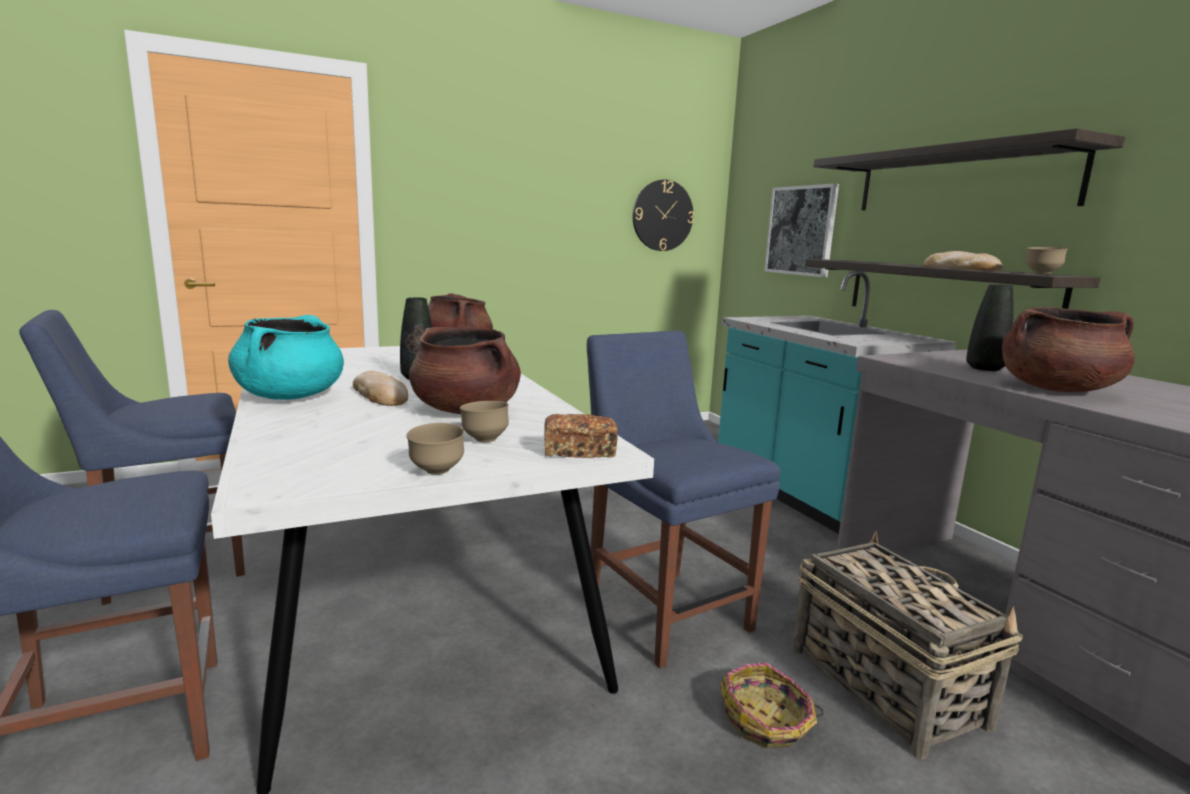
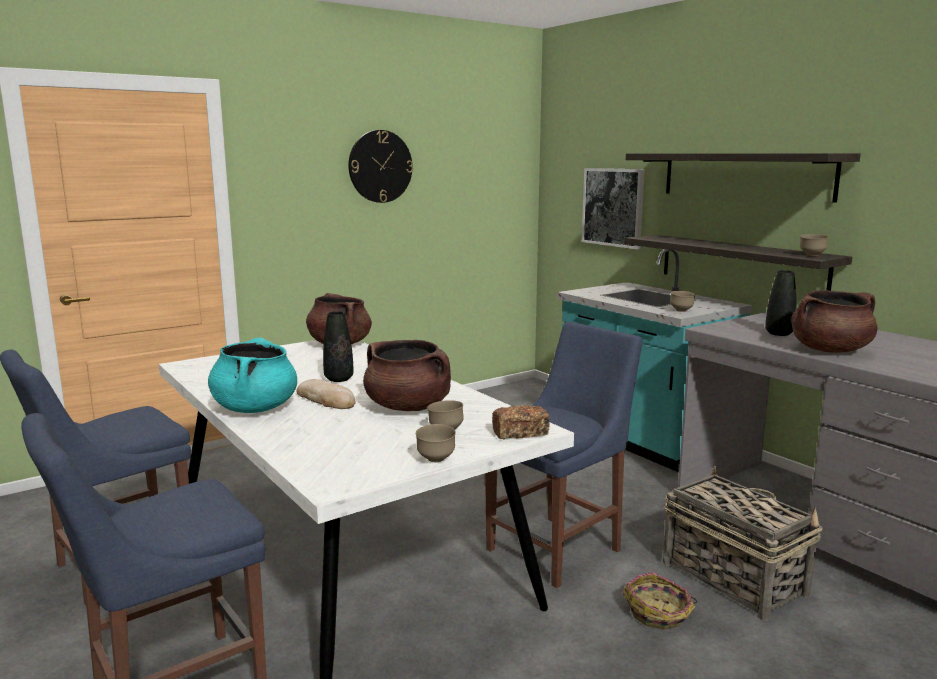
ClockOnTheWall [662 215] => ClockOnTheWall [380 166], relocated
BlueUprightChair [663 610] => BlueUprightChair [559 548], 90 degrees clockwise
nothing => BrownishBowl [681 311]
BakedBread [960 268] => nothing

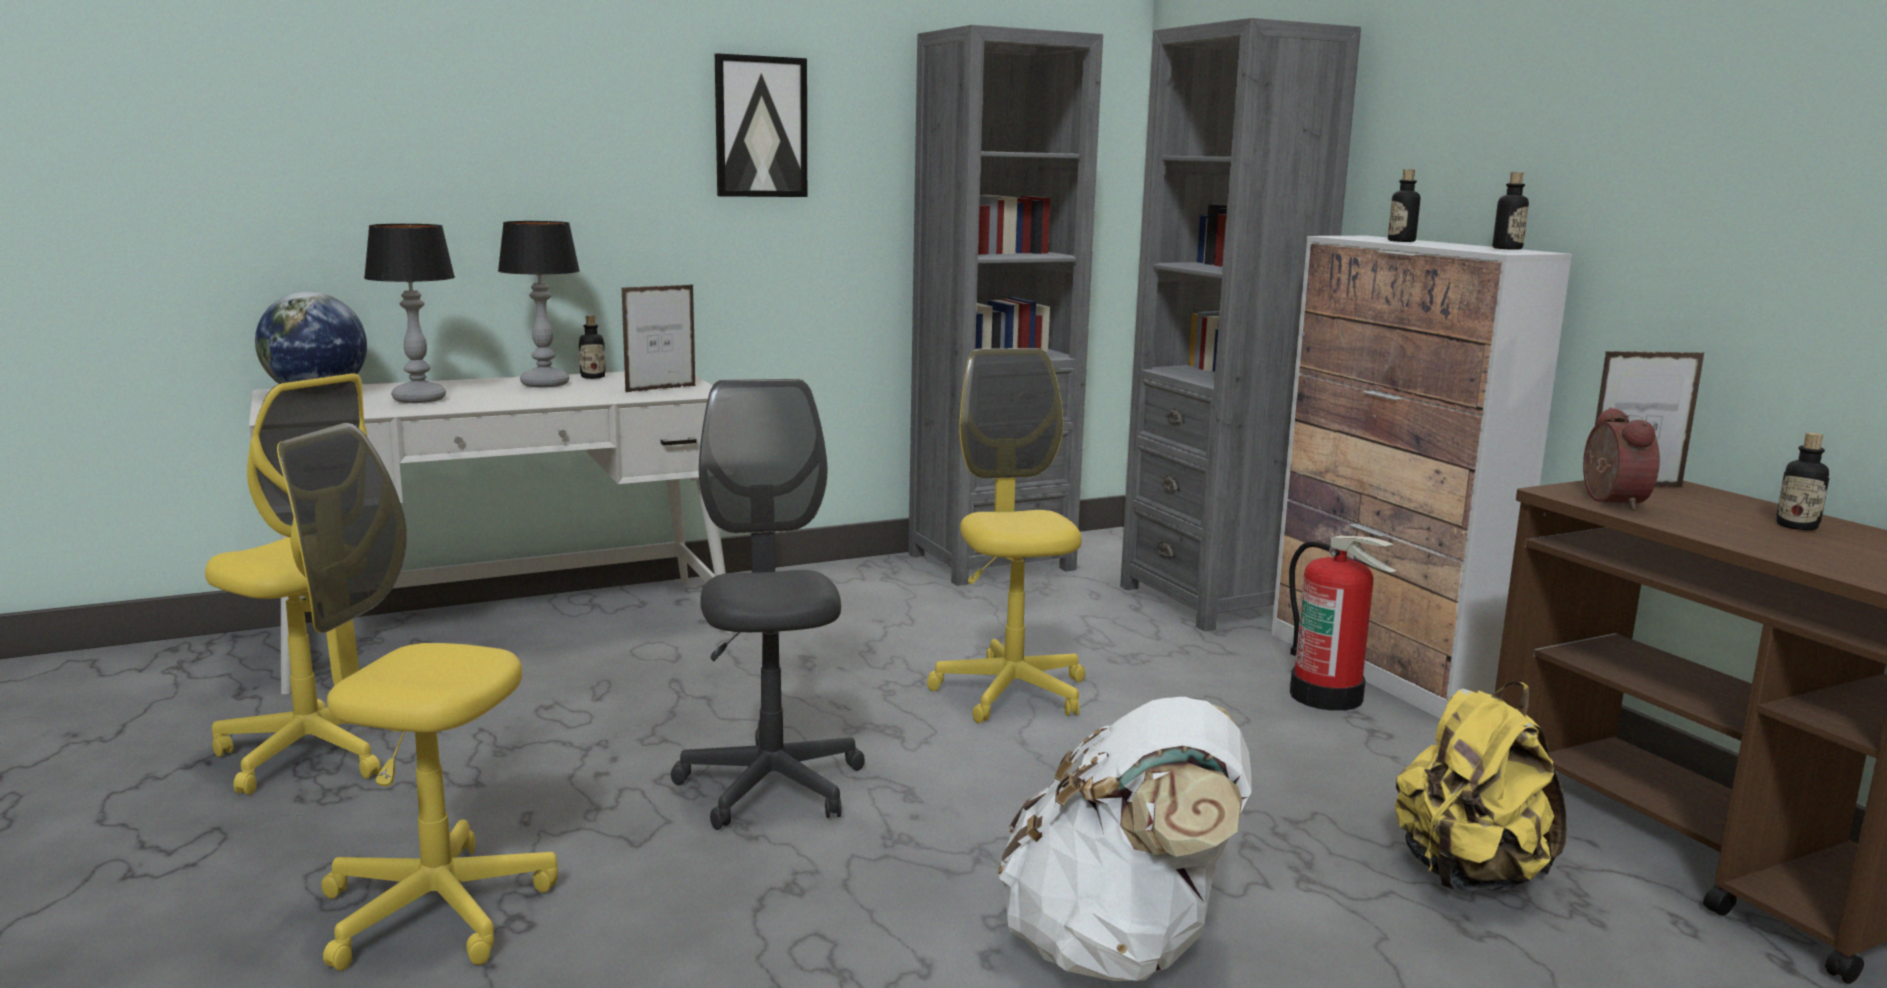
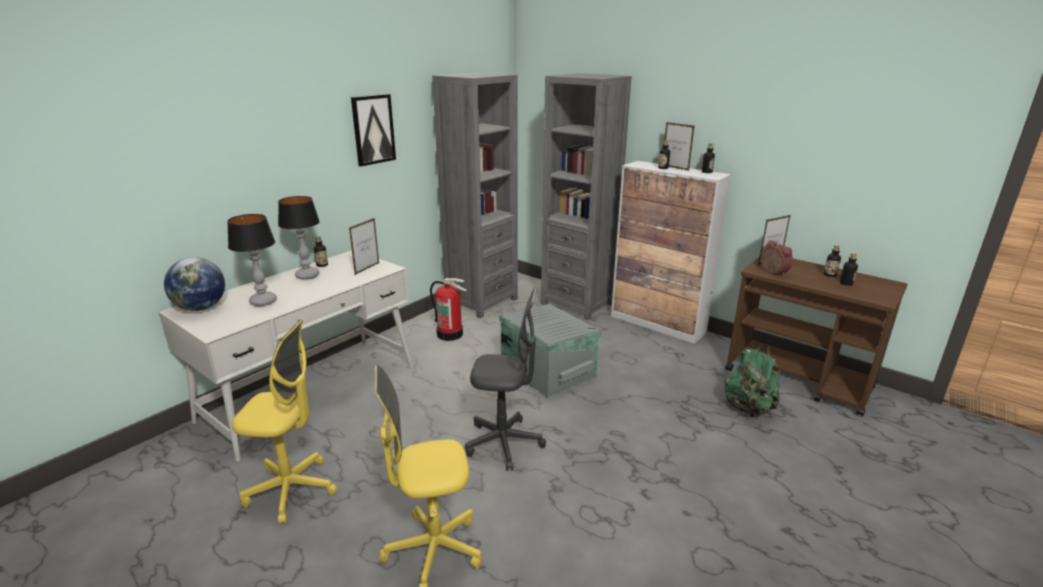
FireFightingCylinder [1327 696] => FireFightingCylinder [450 334], relocated
GreyishComputerChair [771 786] => GreyishComputerChair [504 443], 135 degrees clockwise
YellowishComputerChair [1011 693] => GreyishStorageContainer [548 369]
nothing => PhotoFrame [675 168]
YellowishBackpack [1469 876] => GreenishBackpack [748 408]
nothing => Bottle [846 283]
WhiteBackpack [1120 948] => nothing

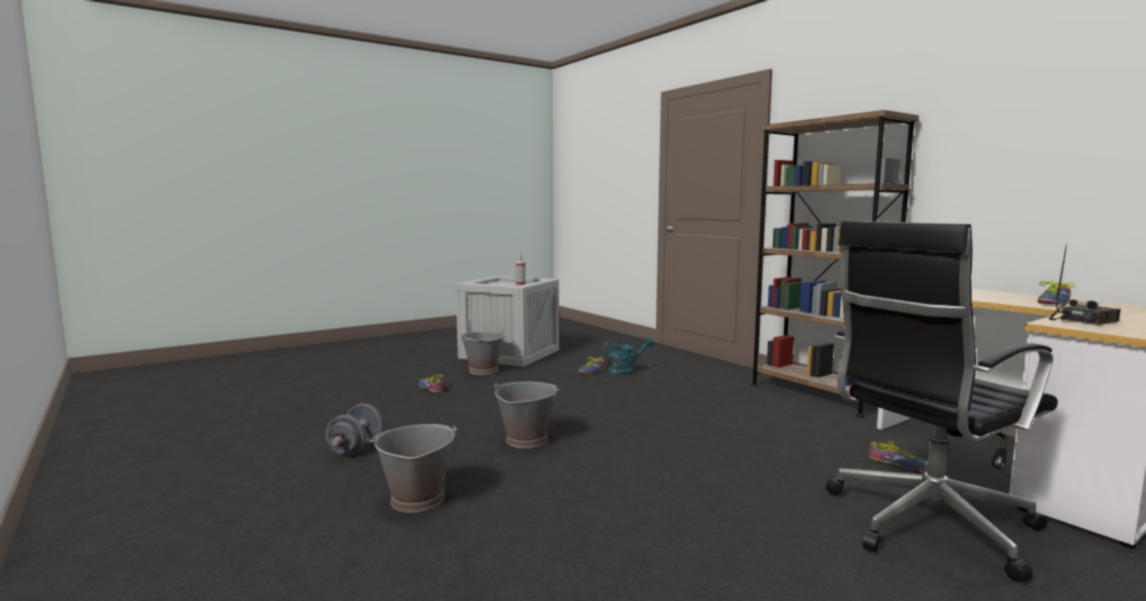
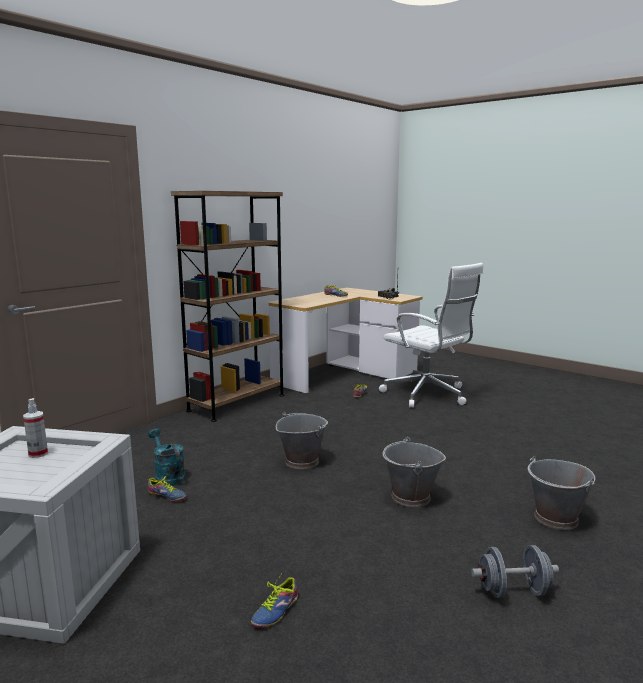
GreyishPail [484 371] => GreyishPail [301 461], relocated
BlackComputerChair [925 525] => WhiteComputerChair [427 395]

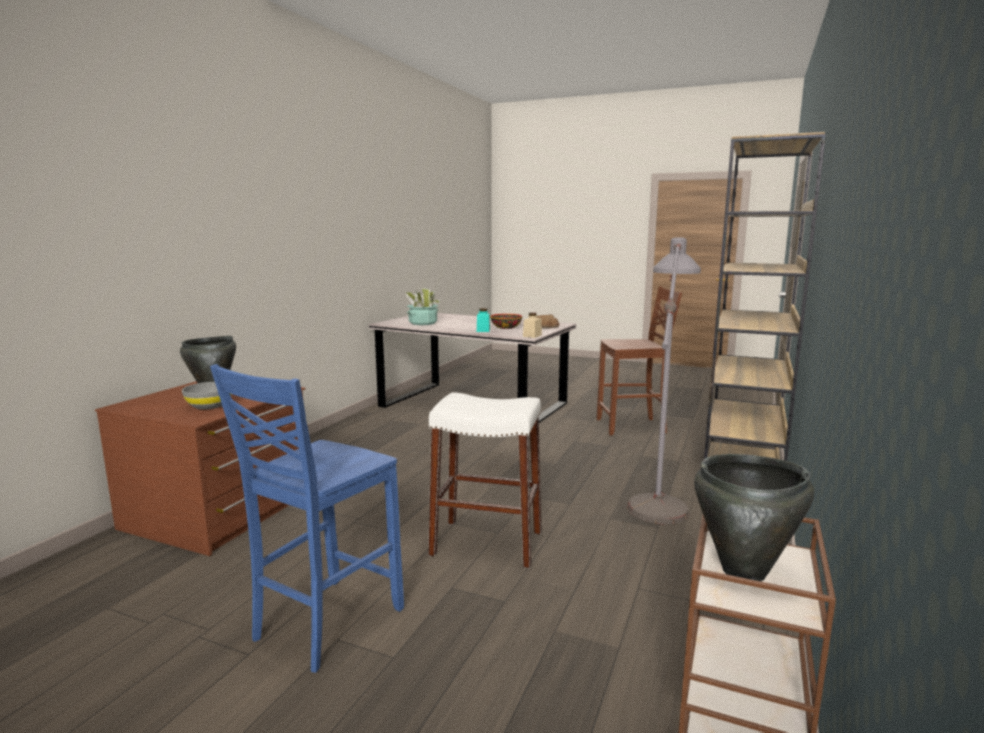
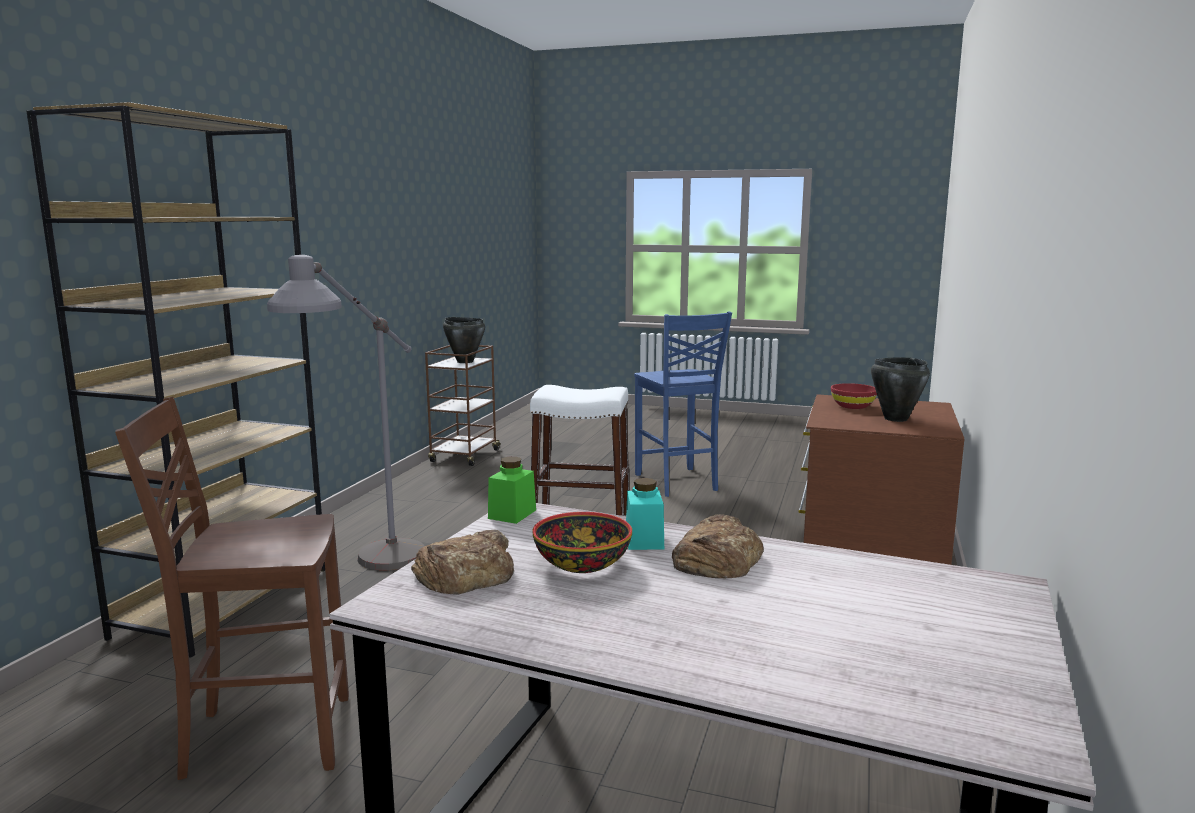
BeigeColouredStorageJar [532 336] => GreenishStorageJar [512 514]
BlueUprightChair [324 624] => BlueUprightChair [677 483], 135 degrees clockwise
nothing => BakedBread [716 559]
GreyishBowl [209 406] => ReddishBowl [853 406]
PottedPlant [423 323] => nothing

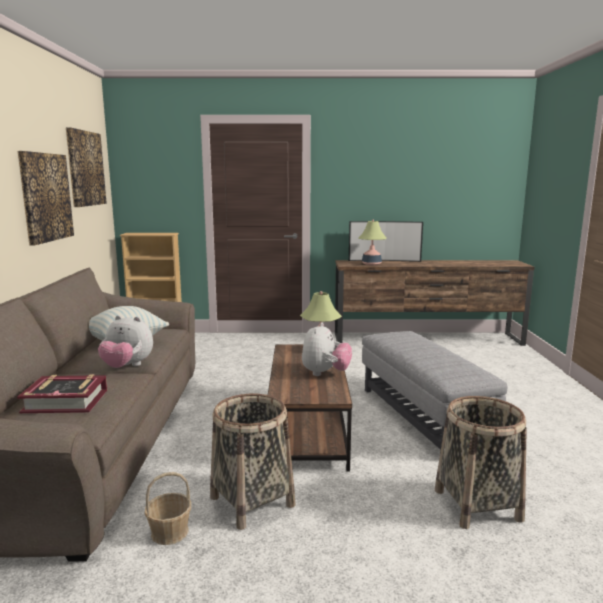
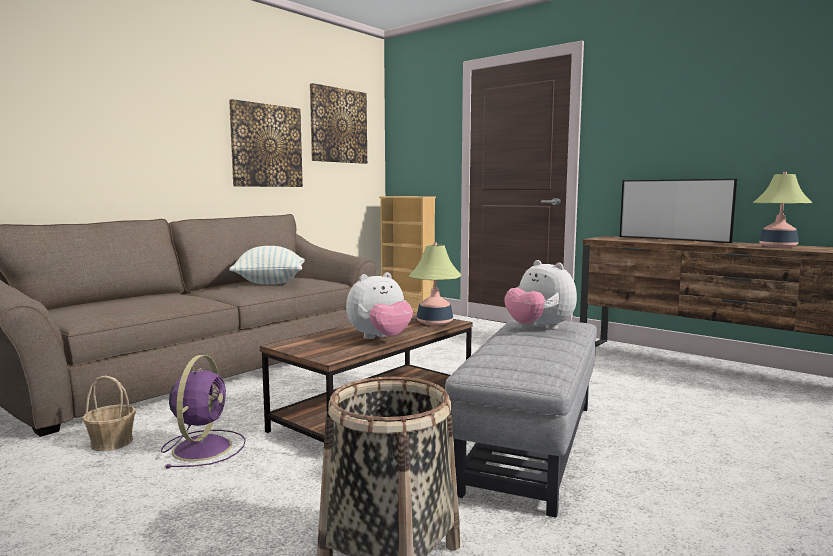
StorageBasket [252 501] => PurpleFan [203 447]
CuddlyToy [127 367] => CuddlyToy [539 328], relocated
TableLamp [371 264] => TableLamp [778 246], relocated
BoundBook [66 401] => nothing

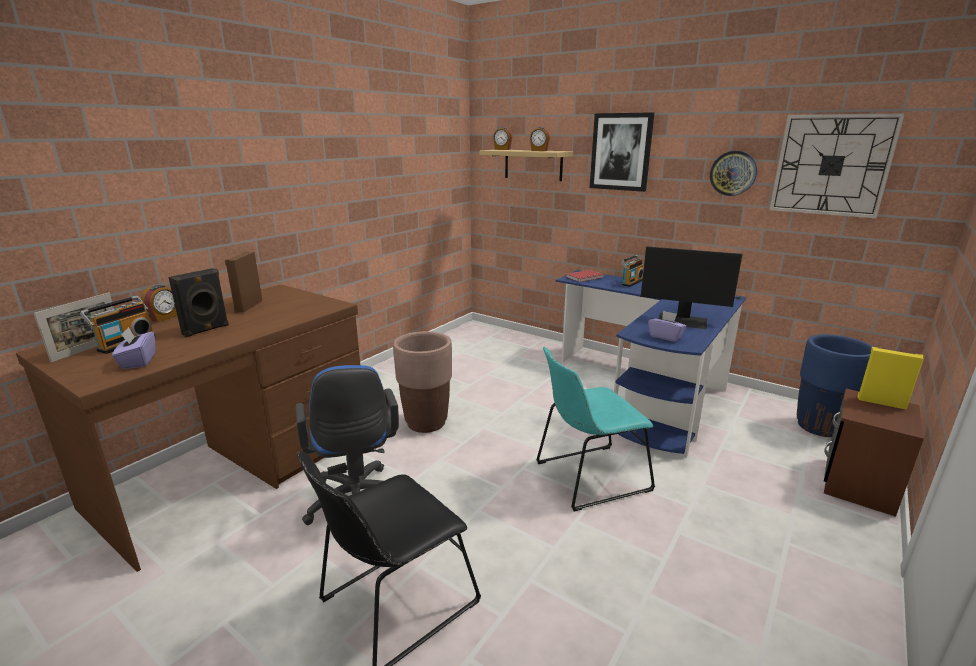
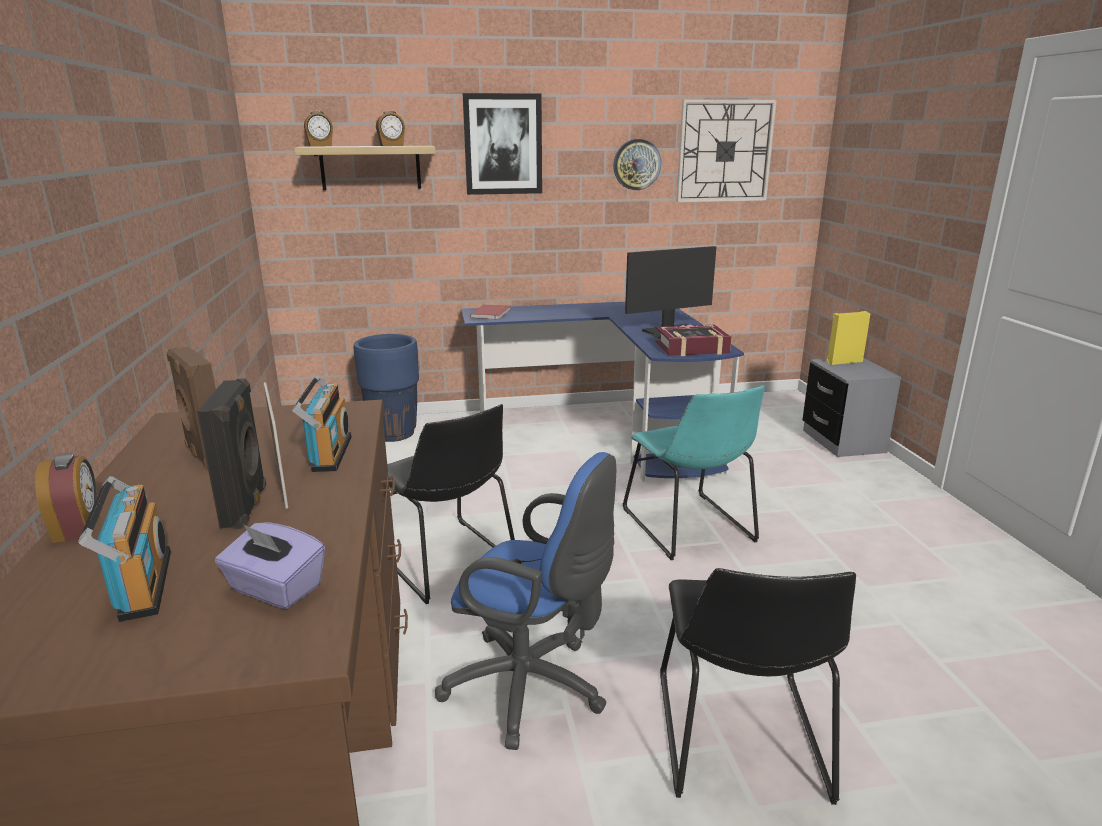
PhotoFrame [88 349] => PhotoFrame [281 482], relocated
RadioReceiver [631 282] => RadioReceiver [328 453], relocated
BluePlantPot [819 427] => BluePlantPot [393 434], relocated
BrownishPlantPot [426 423] => BlackUprightChair [448 562]
TurquoiseUprightChair [588 477] => TurquoiseUprightChair [690 528], 45 degrees counterclockwise
PurpleTissueHolder [665 337] => BoundBook [692 348]
BrownishNightTable [858 485] => GreyishNightTable [842 441]

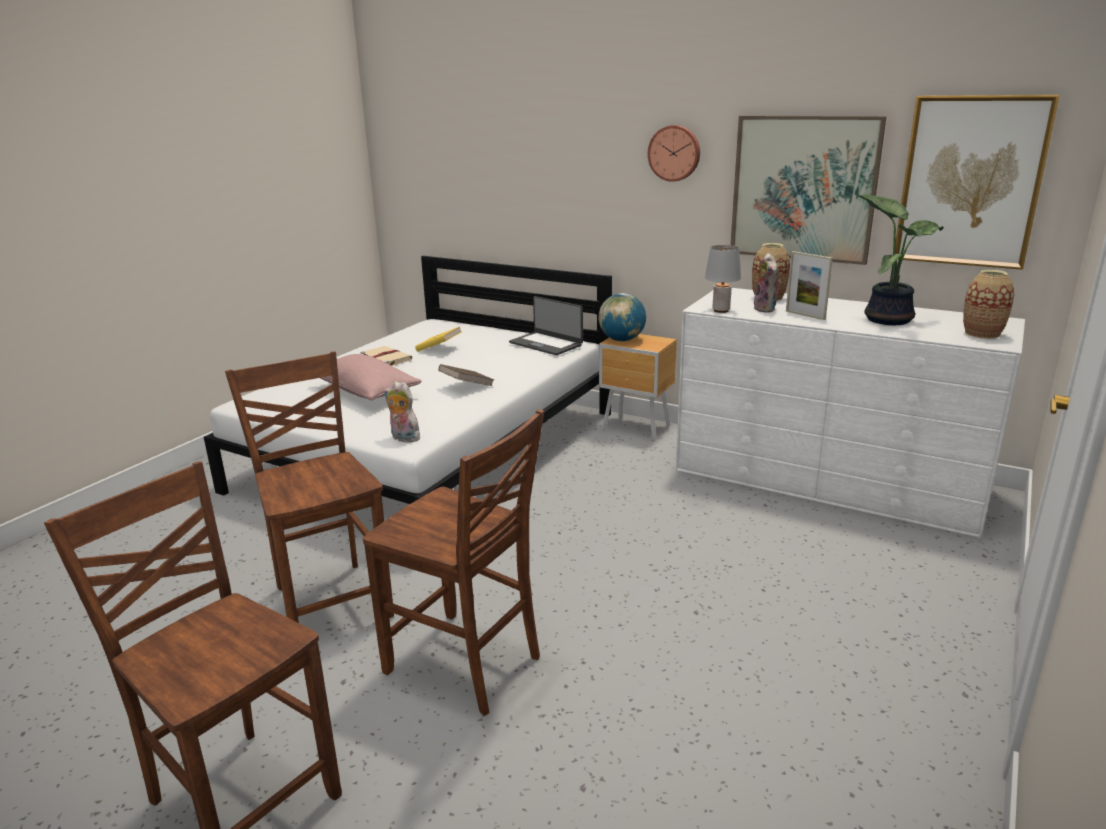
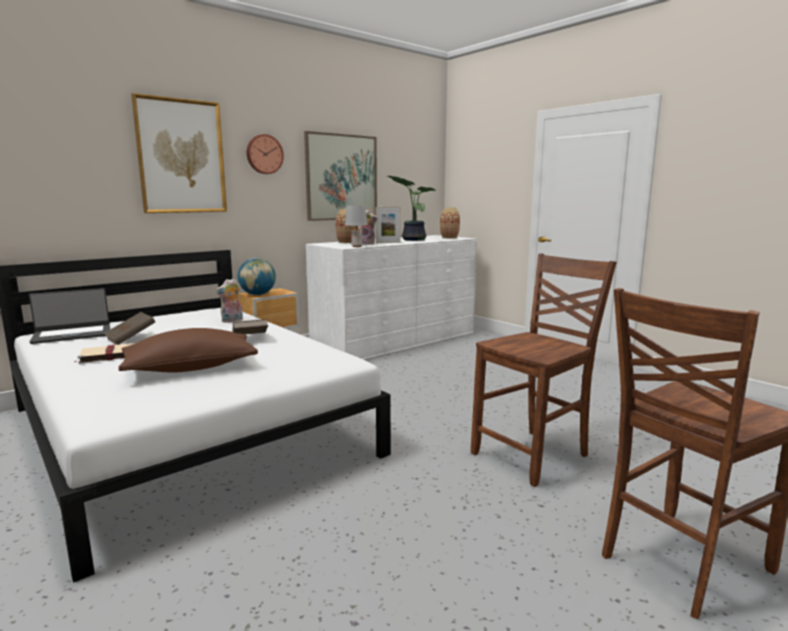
PortableComputer [546 344] => PortableComputer [72 334], relocated
YellowishBoundBook [439 349] => BrownishBoundBook [131 338]
PinkPillow [366 392] => BrownishPillow [191 368]
WallPicture [970 182] => WallPicture [181 156], relocated
CuddlyToy [403 438] => CuddlyToy [232 321], relocated
BrownishUprightChair [331 601] => nothing

